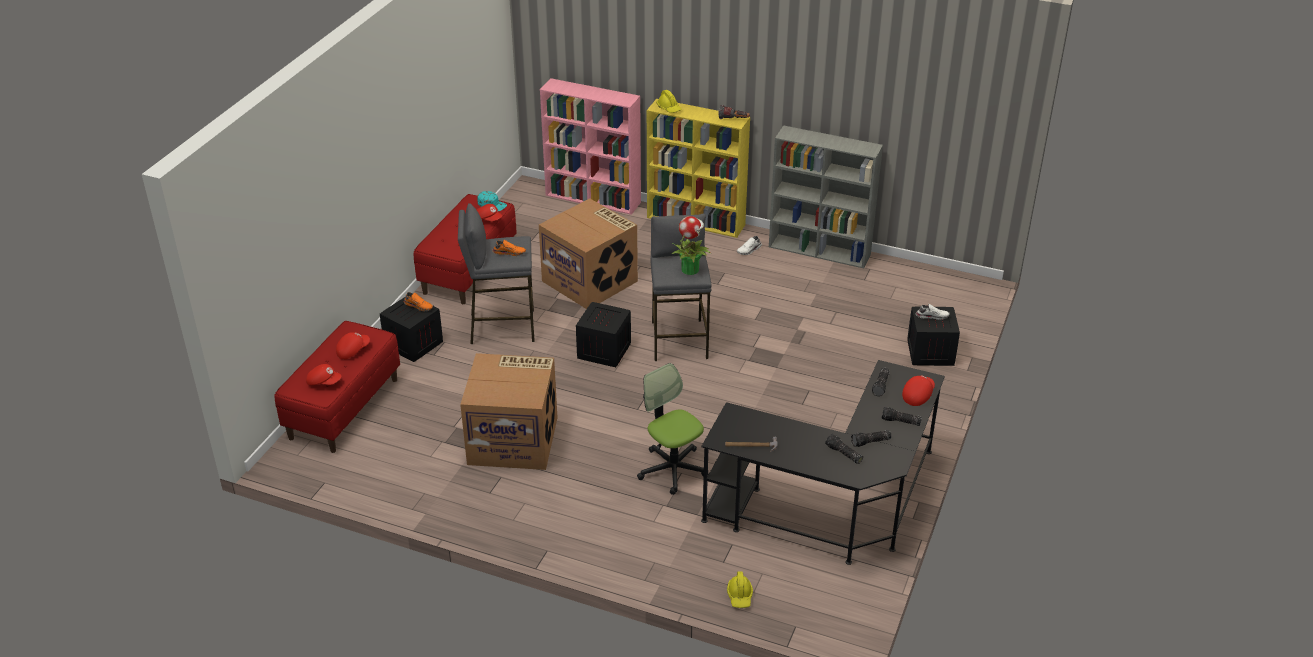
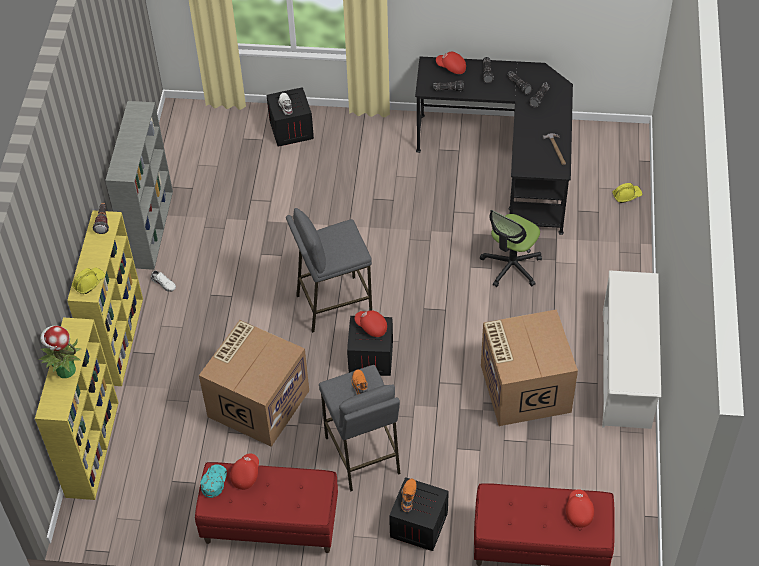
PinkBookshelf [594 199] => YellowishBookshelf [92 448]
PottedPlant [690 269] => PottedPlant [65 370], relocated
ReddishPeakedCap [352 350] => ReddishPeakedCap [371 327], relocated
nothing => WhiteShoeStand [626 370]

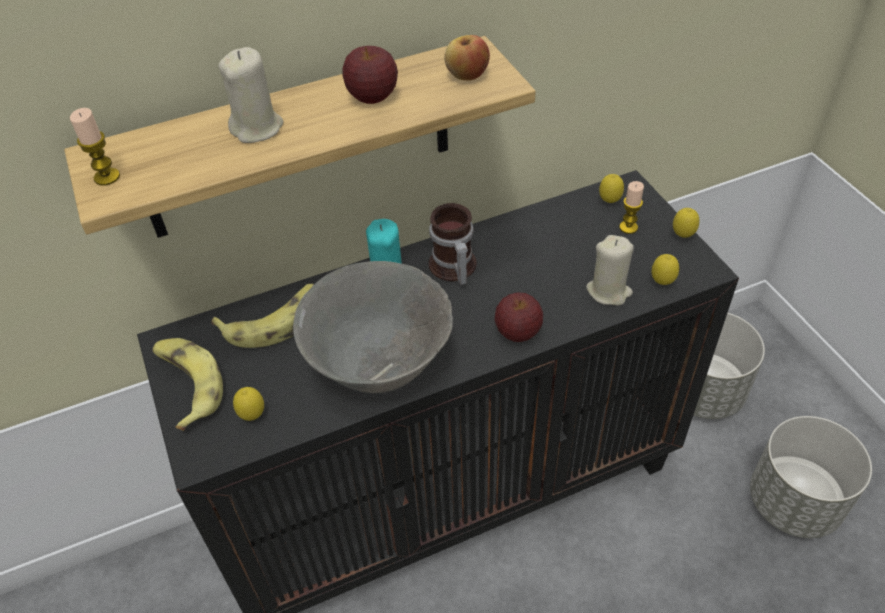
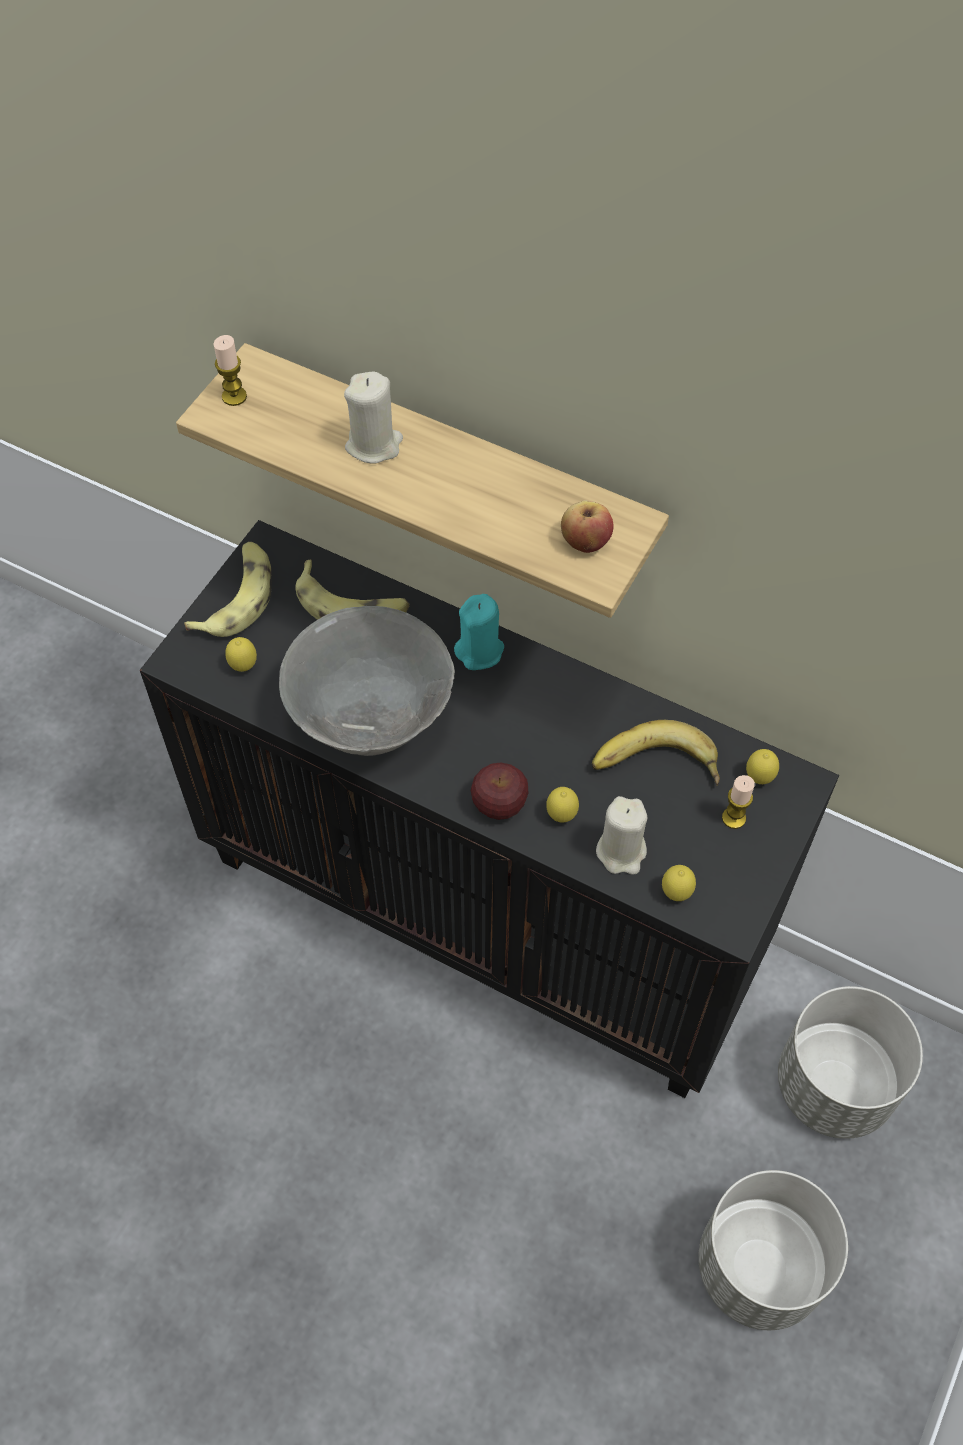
CitrusFruit [682 236] => CitrusFruit [561 816], relocated
nothing => Banana [656 768]
AppleFruit [372 97] => nothing
CoffeeMug [452 268] => nothing

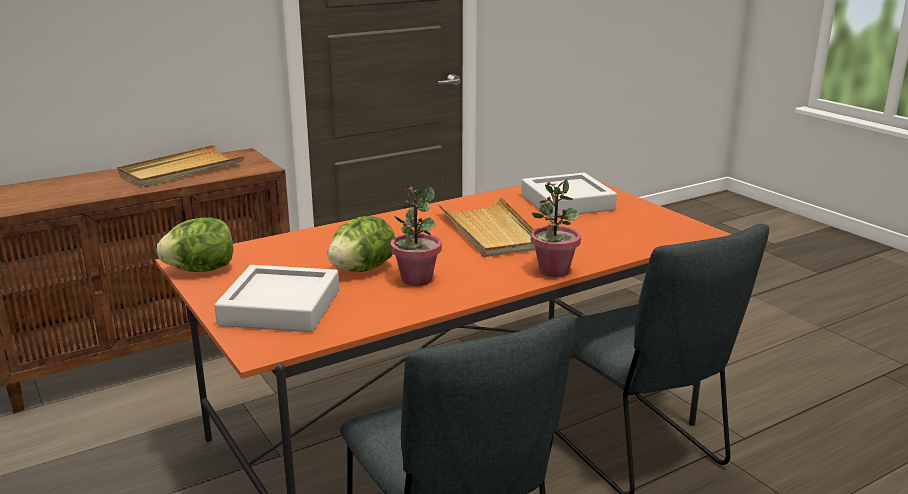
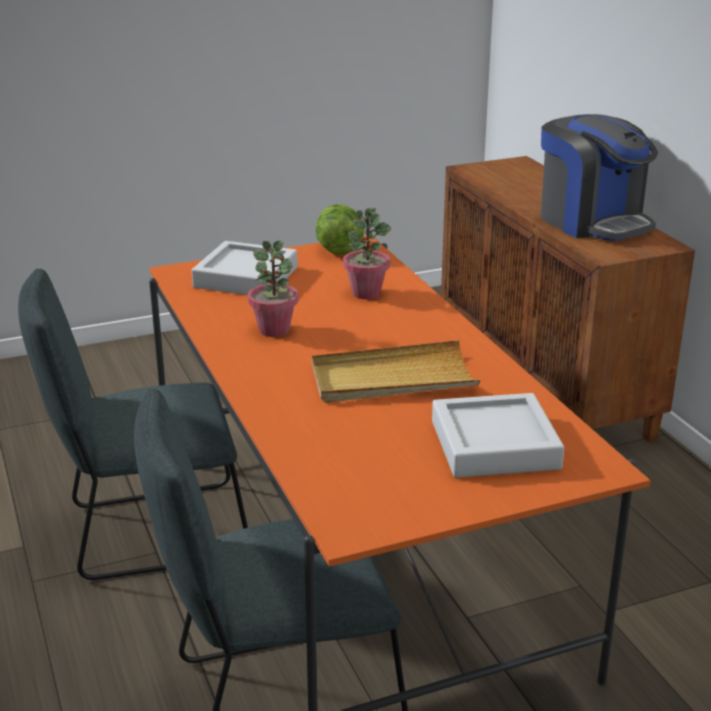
PottedPlant [553 271] => PottedPlant [366 293], relocated
BeigeColouredCarryingTray [181 170] => CoffeeBrewer [593 221]
Lettuce [362 269] => nothing

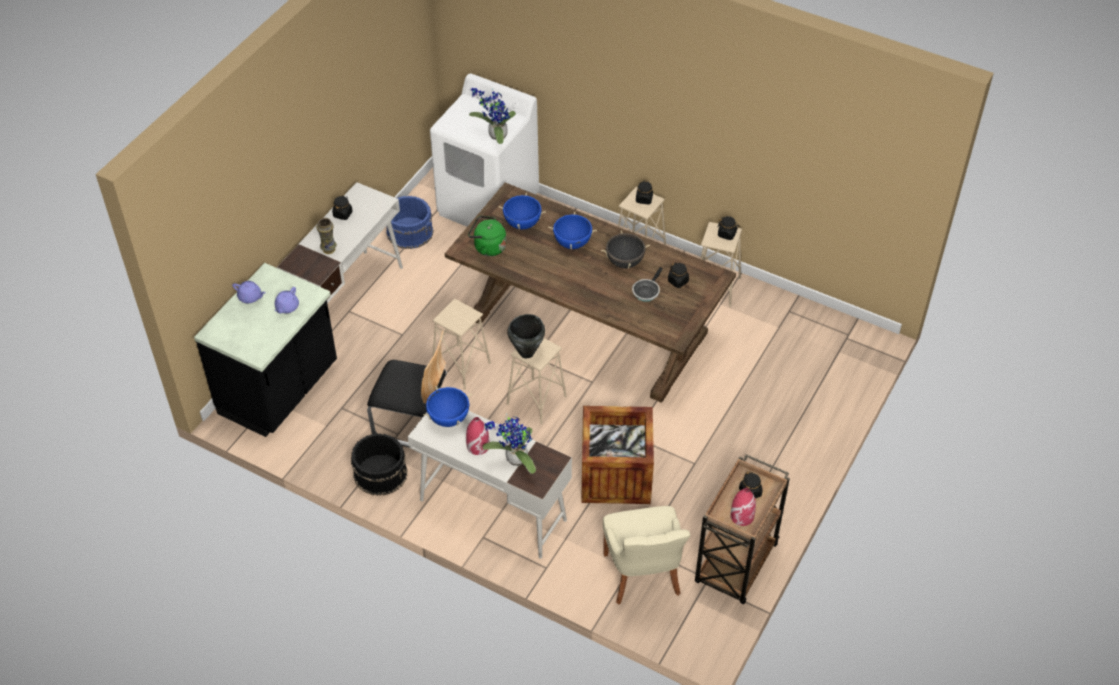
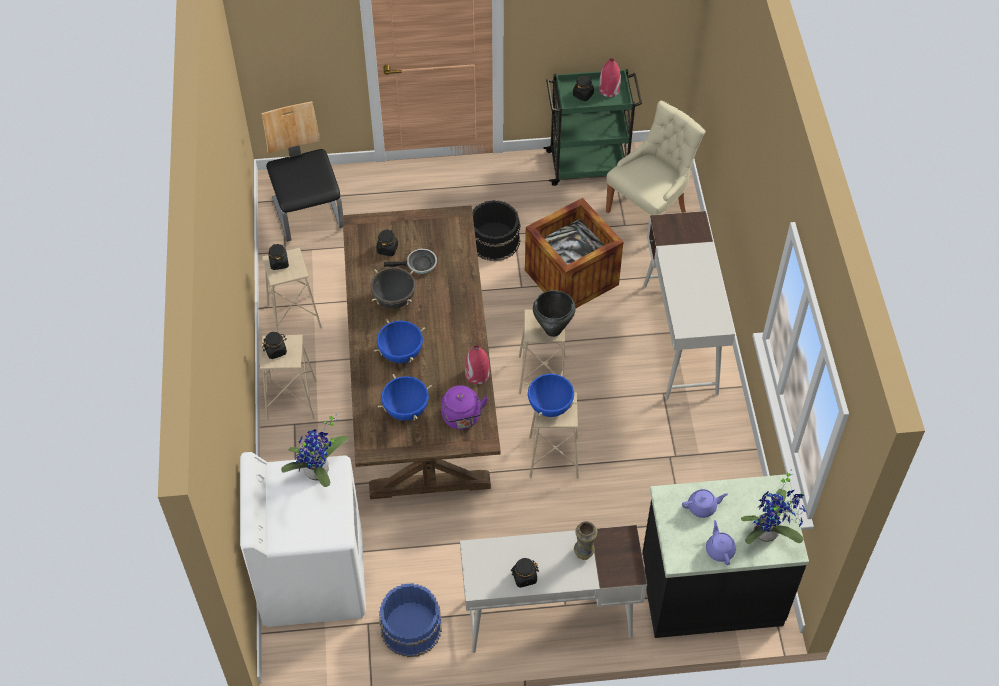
UprightChair [415 424] => UprightChair [308 213], relocated
GreenishWaterKettle [488 247] => PurpleWaterKettle [462 418]
ReddishDecorativeVase [478 446] => ReddishDecorativeVase [477 374], relocated
BlackPail [381 473] => BlackPail [493 240], relocated
BlueStockpot [448 418] => BlueStockpot [550 406], relocated
BrownishWheeledCart [735 565] => GreenishWheeledCart [588 165]
PottedPlant [514 459] => PottedPlant [769 533], relocated

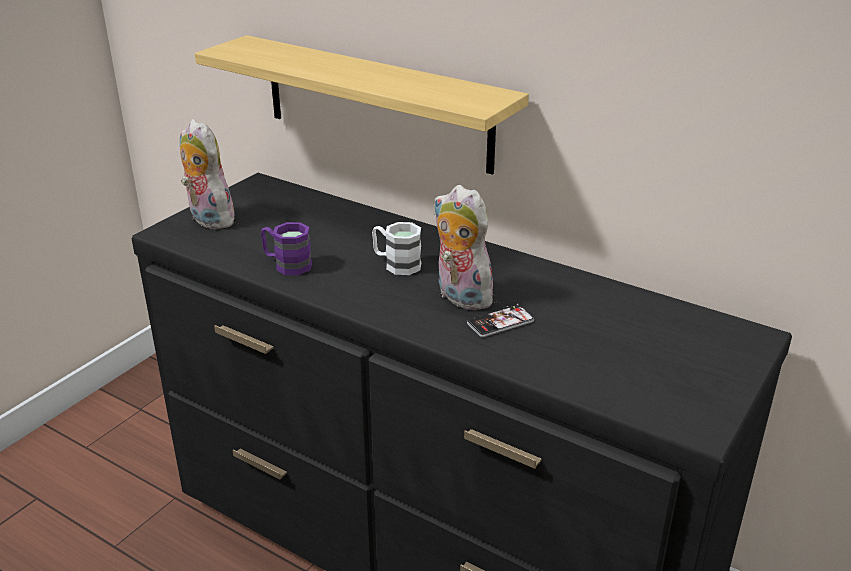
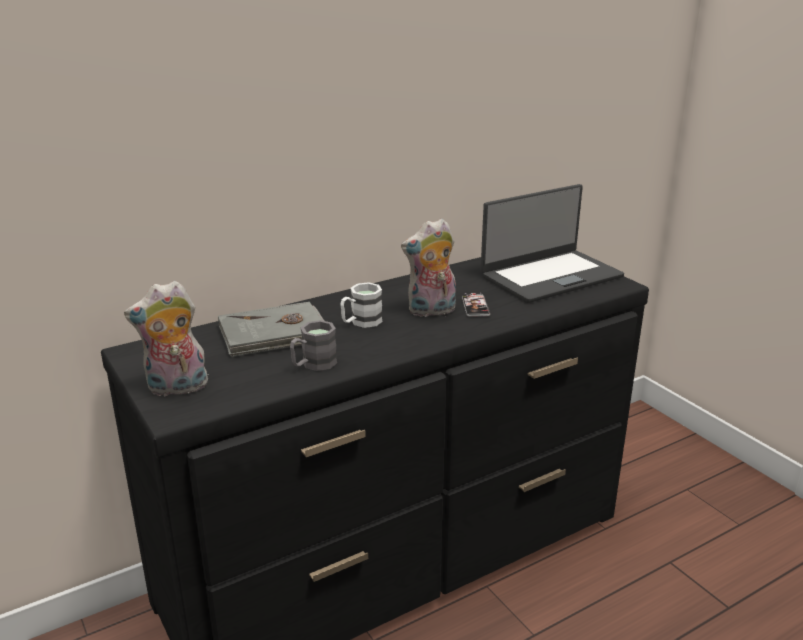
nothing => GreyishBoundBook [274 334]
PurpleCoffeeMug [287 264] => GreyishCoffeeMug [313 365]
nothing => PortableComputer [550 276]
BracketShelf [376 103] => nothing

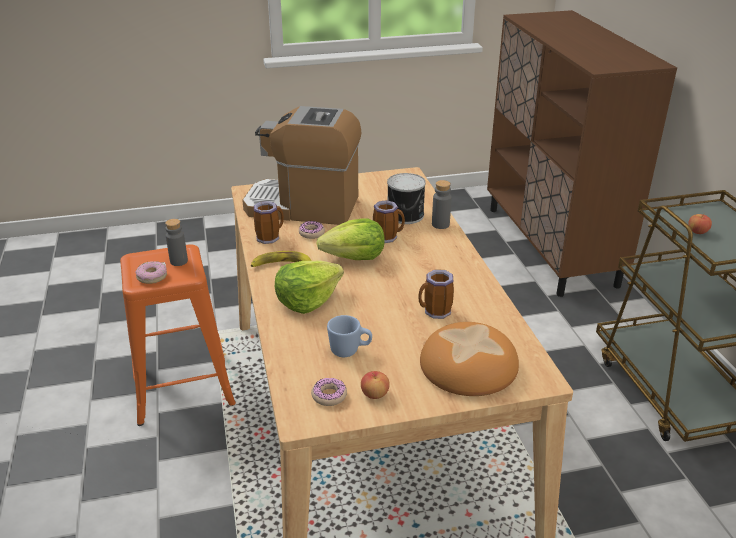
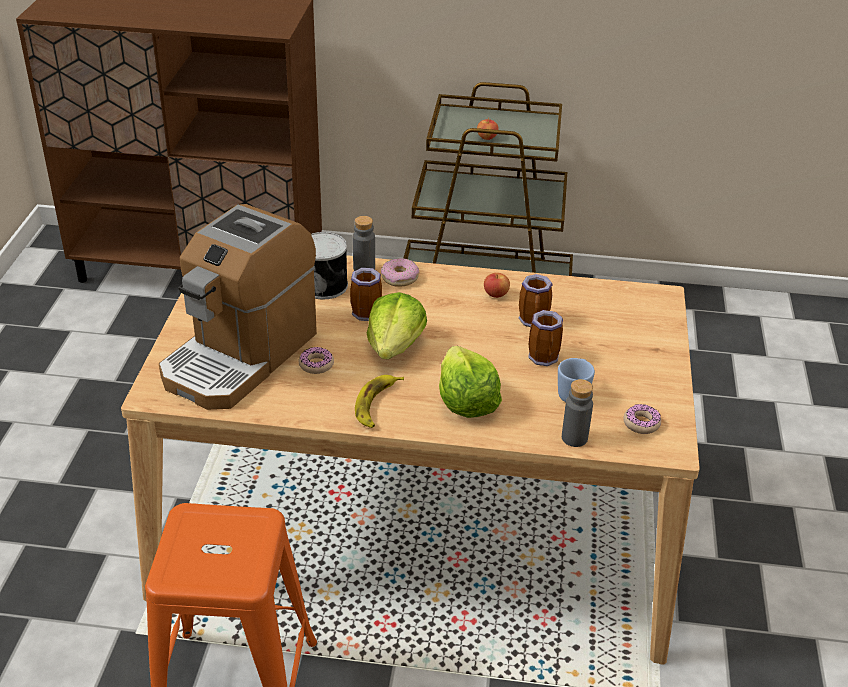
RingDoughnut [152 277] => RingDoughnut [400 278], relocated
AppleFruit [375 394] => AppleFruit [496 294], relocated
CoffeeMug [269 237] => CoffeeMug [541 355], relocated
GreyishBottle [179 261] => GreyishBottle [574 438], relocated
BakedBread [469 365] => nothing

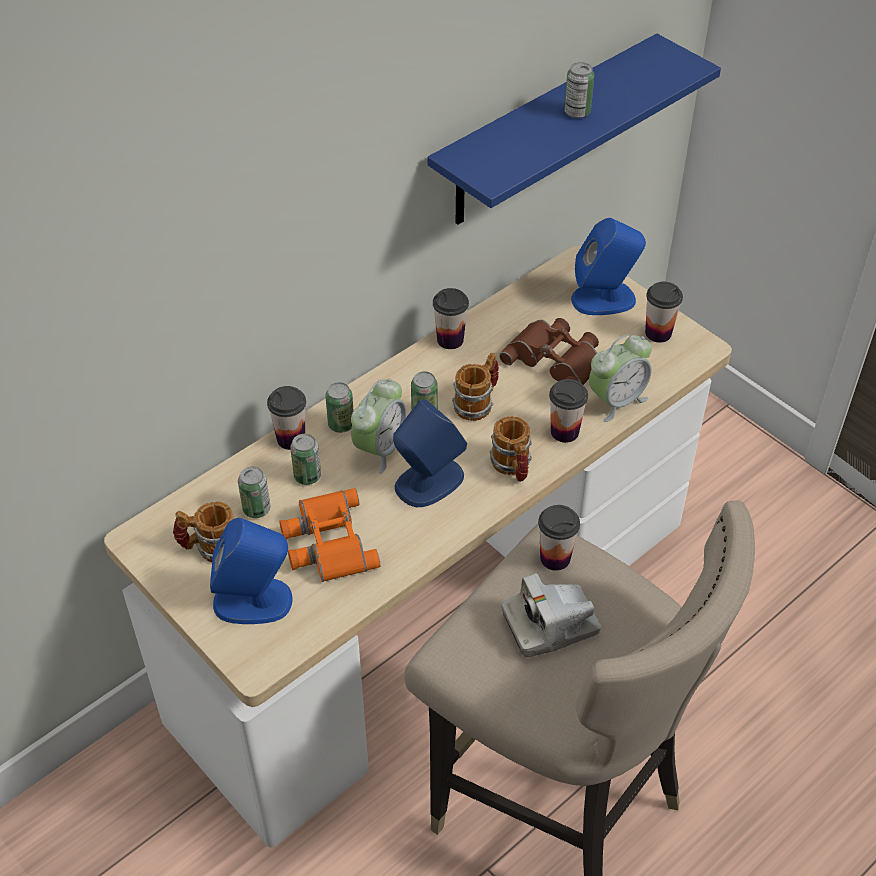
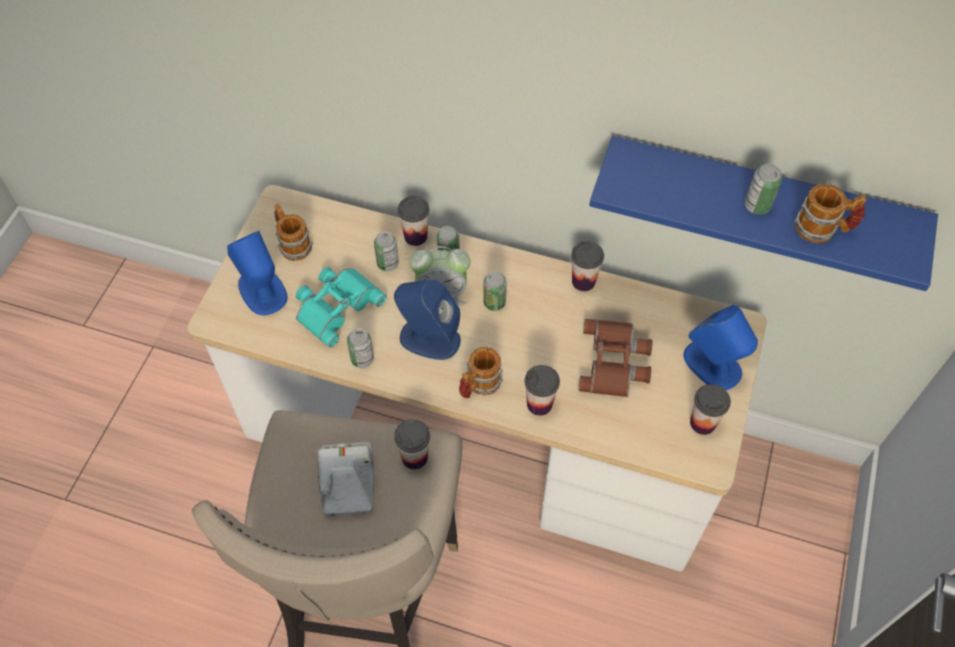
OrangeyFieldGlasses [326 542] => TurquoiseFieldGlasses [336 305]
StillCamera [550 625] => StillCamera [348 482], 45 degrees clockwise
SealedCan [256 509] => SealedCan [362 359], relocated
CoffeeMug [478 402] => CoffeeMug [823 229], relocated
AlarmClock [616 400] => nothing

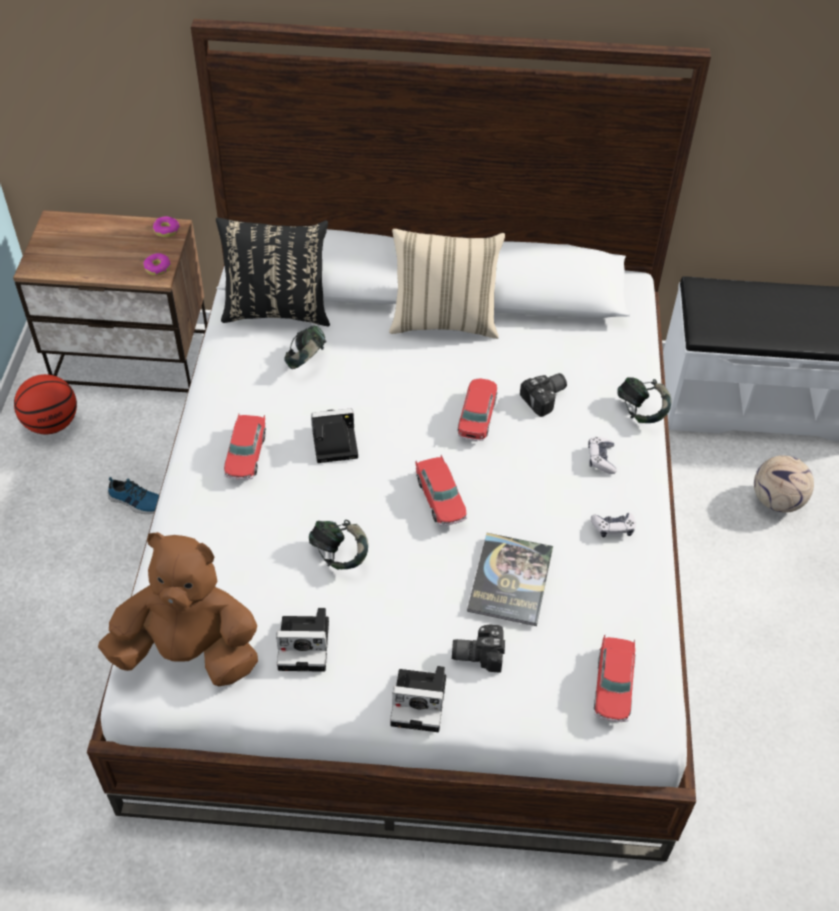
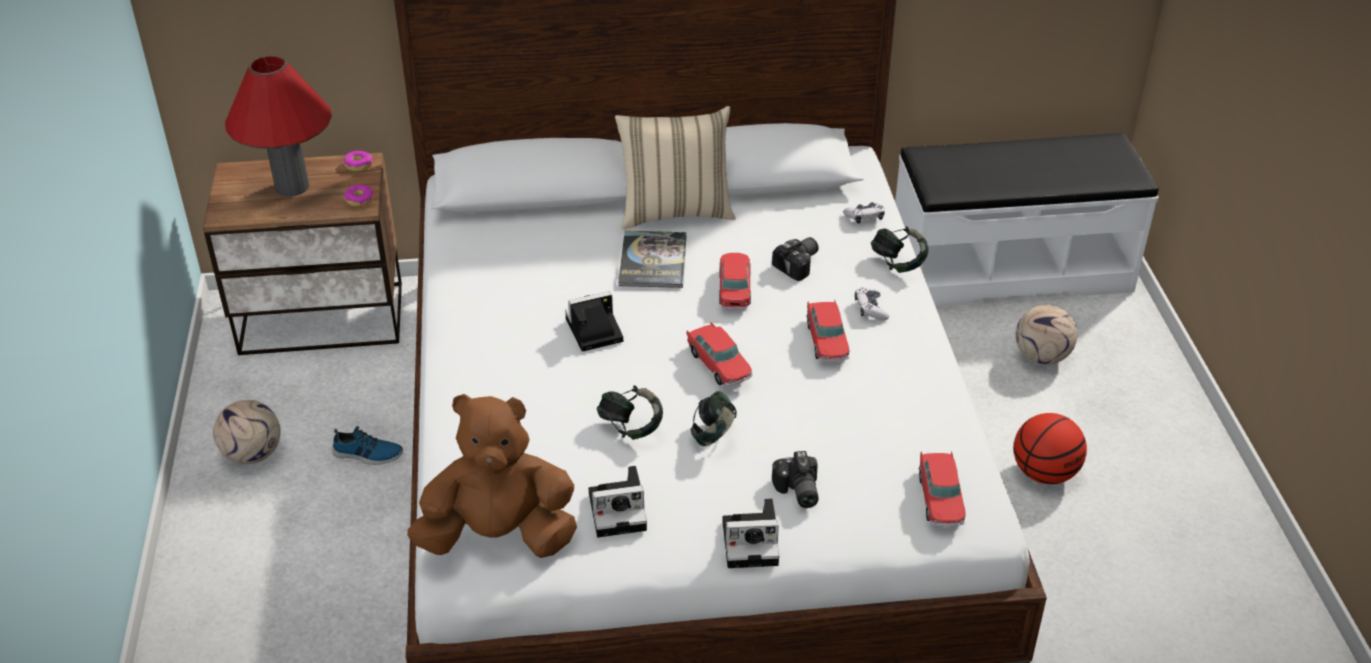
nothing => BallForFootball [252 454]
nothing => ReddishTableLamp [292 187]
BoundBook [510 580] => BoundBook [653 261], relocated
Headphones [306 361] => Headphones [714 435], relocated
StillCamera [477 652] => StillCamera [797 491], 90 degrees counterclockwise
ModelCar [246 454] => ModelCar [827 341], relocated
GameController [613 528] => GameController [865 217], relocated
Basketball [52 424] => Basketball [1044 473], relocated
BlackPillow [277 310] => nothing

